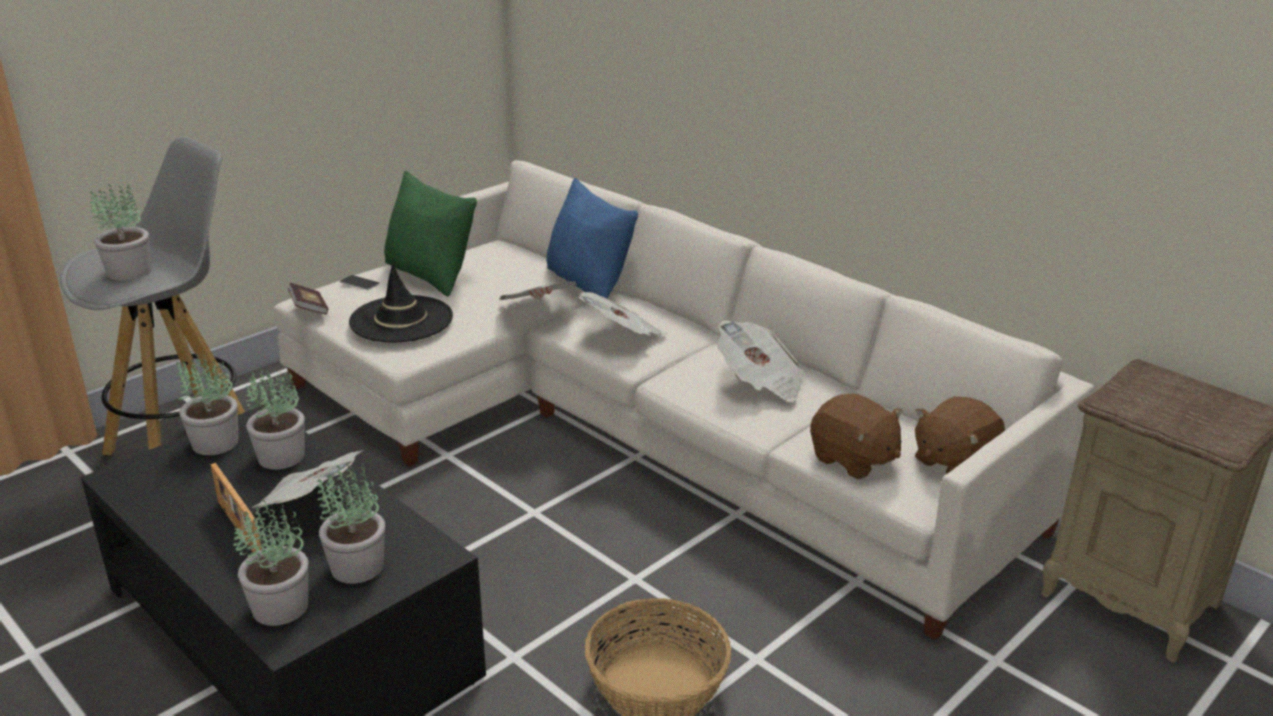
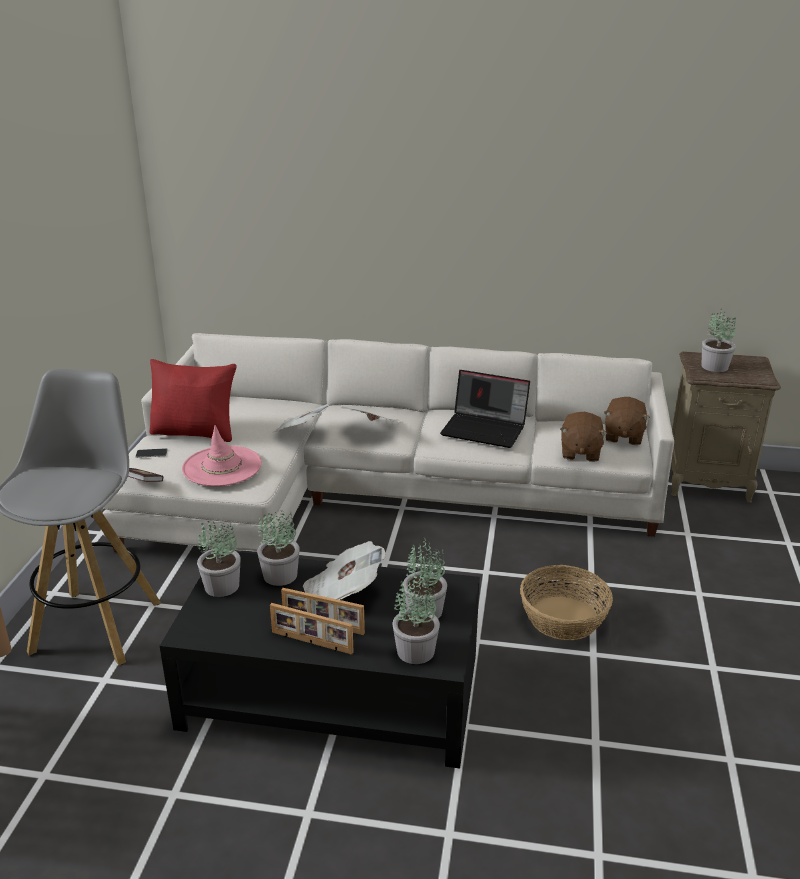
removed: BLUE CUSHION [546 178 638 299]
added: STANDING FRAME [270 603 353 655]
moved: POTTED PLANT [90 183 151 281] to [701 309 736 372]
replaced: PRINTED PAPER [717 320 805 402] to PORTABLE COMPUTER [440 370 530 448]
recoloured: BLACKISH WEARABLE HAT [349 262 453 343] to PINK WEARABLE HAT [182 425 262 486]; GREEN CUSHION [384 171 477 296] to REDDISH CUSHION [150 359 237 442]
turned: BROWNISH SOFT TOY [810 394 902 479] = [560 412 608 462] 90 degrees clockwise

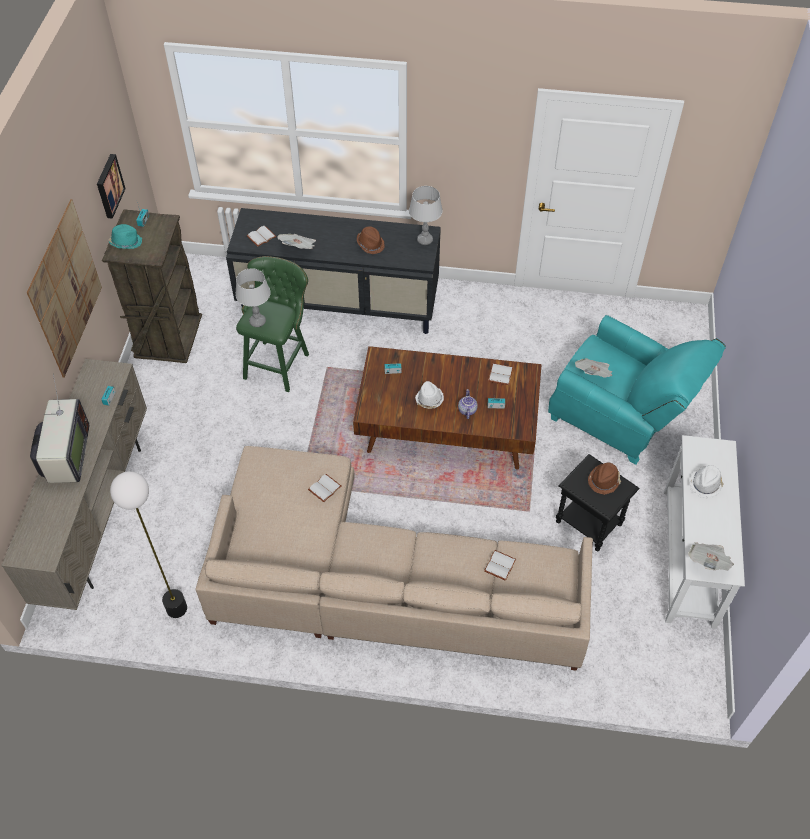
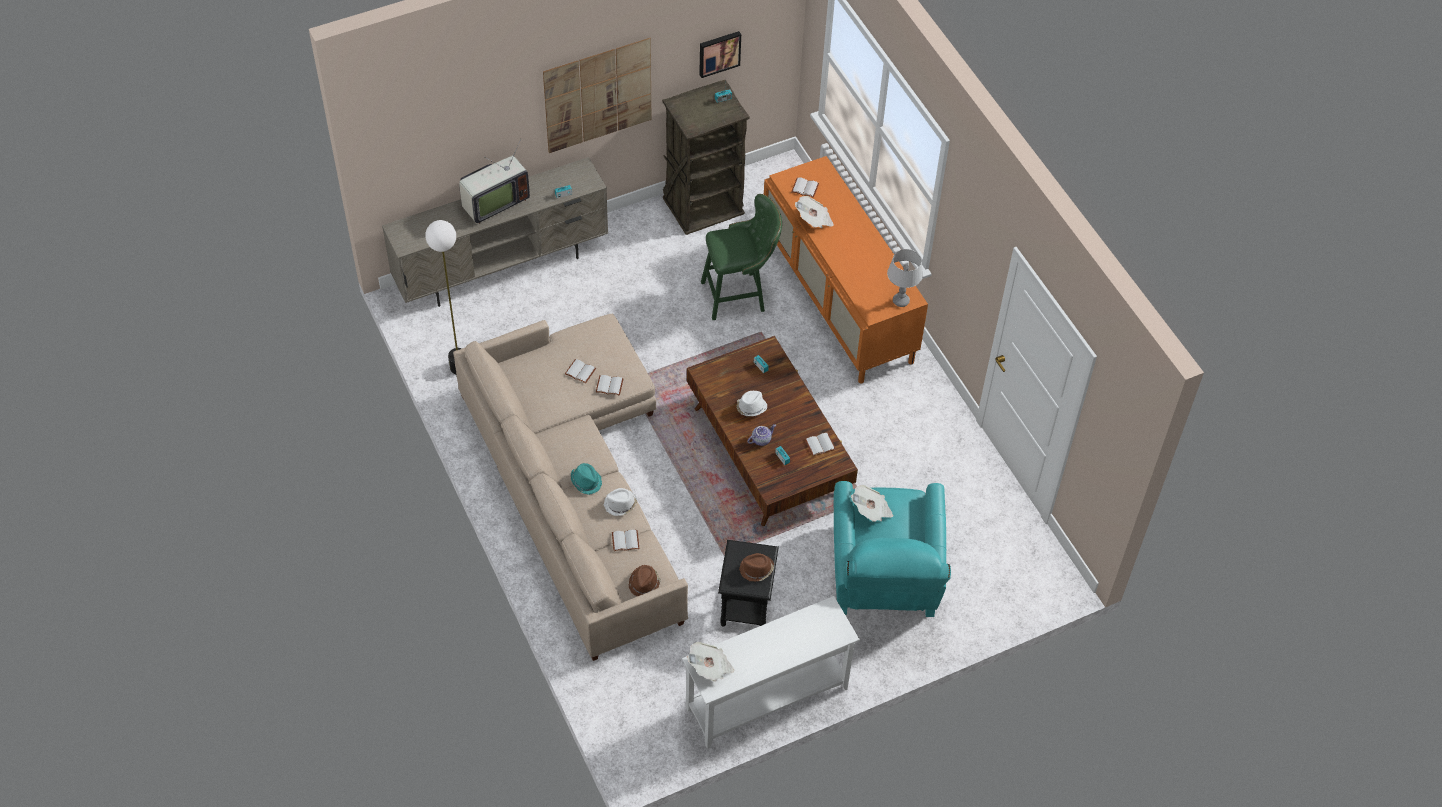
removed: GREY LAMP FOR A TABLE [235 268 271 327]
added: WHITE VOLUME [565 359 596 383]
moved: TURQUOISE-COLOURED WEARABLE HAT [109 224 142 249] to [571 463 602 495]; BROWNISH WEARABLE HAT [357 226 385 254] to [628 565 661 596]; WHITE WEARABLE HAT [689 465 724 499] to [604 488 637 516]
recoloured: BLACKISH CUPBOARD [226 208 441 334] to ORANGEY CUPBOARD [764 156 928 384]

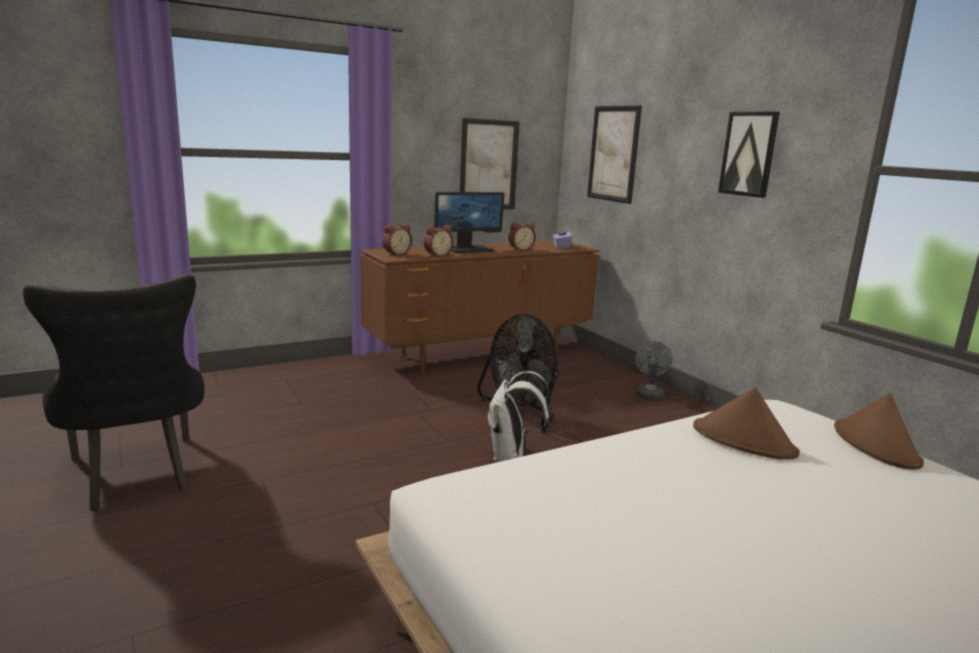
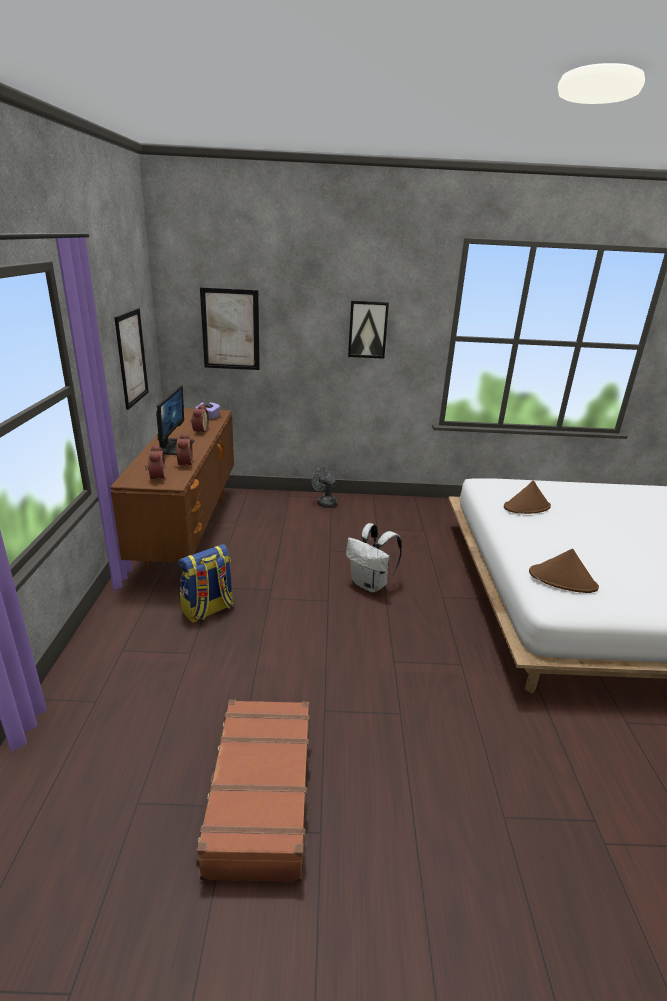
removed: BLACKISH COOLING FAN [477 314 560 433]
added: RUCKSACK [178 544 234 623]
moved: BROWNISH WEARABLE HAT [834 393 924 470] to [529 549 599 593]
replaced: BLACKISH UPRIGHT CHAIR [23 274 205 511] to BROWNISH PIECE OF LUGGAGE [194 700 310 882]

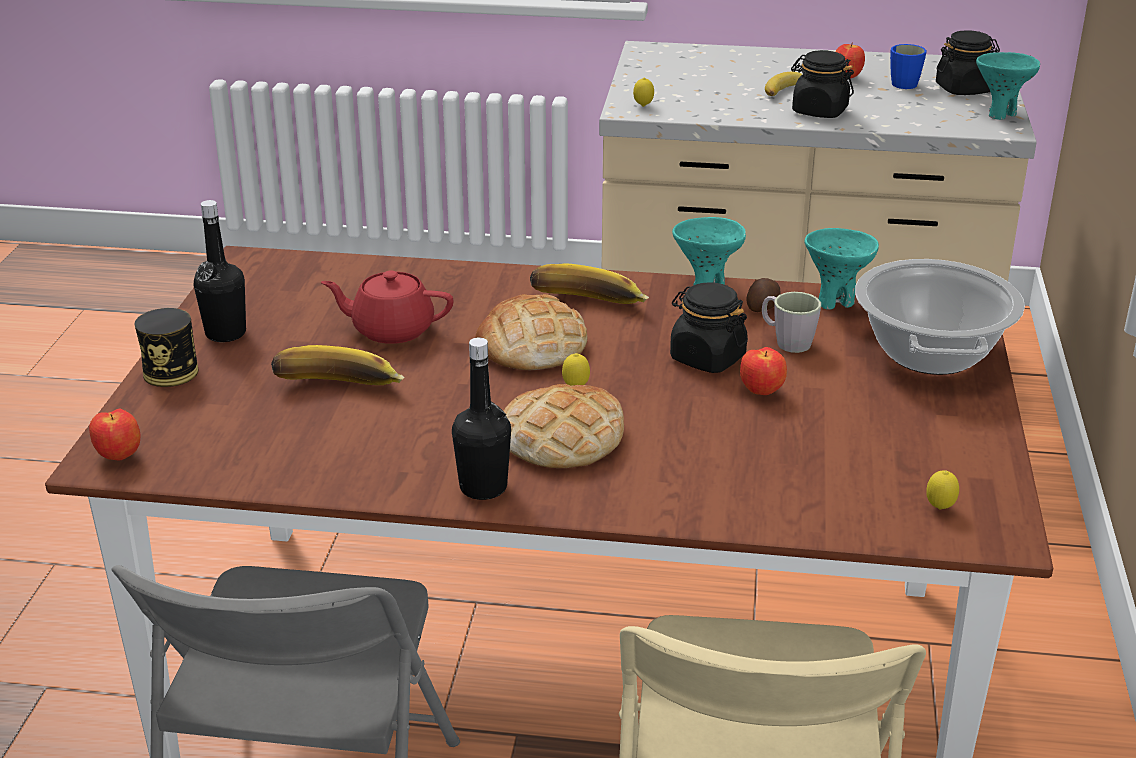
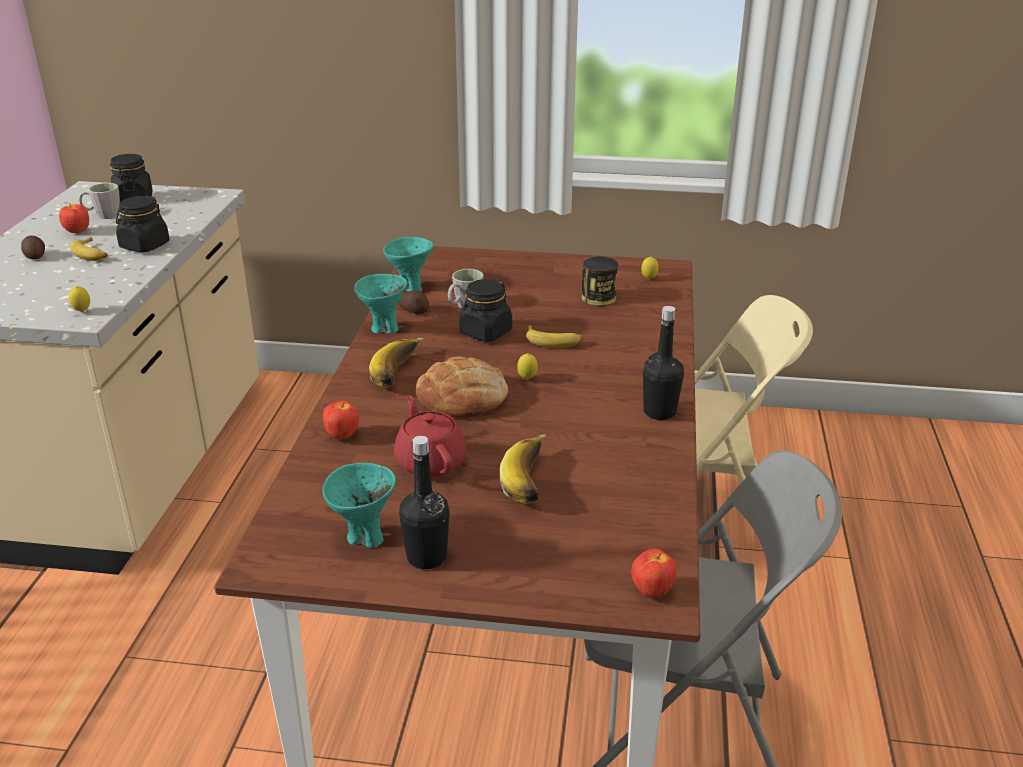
removed: BAKERY BREAD [504 384 624 468]; SAUCEPOT [855 259 1025 375]
added: POTATO [21 236 45 259]; WHOLE BANANA [526 325 583 348]
moved: CAN [134 308 198 387] to [582 256 618 306]; WHOLE APPLE [740 347 787 395] to [323 401 359 439]; TURQUOISE-COLOURED DEEP DISH [976 52 1040 120] to [322 463 396 548]
recoloured: BLUE TEA MUG [890 44 927 89] to GREY TEA MUG [79 183 120 219]
turned: REDDISH TEAPOT [321 271 454 344] = [394 395 467 477] 150 degrees clockwise

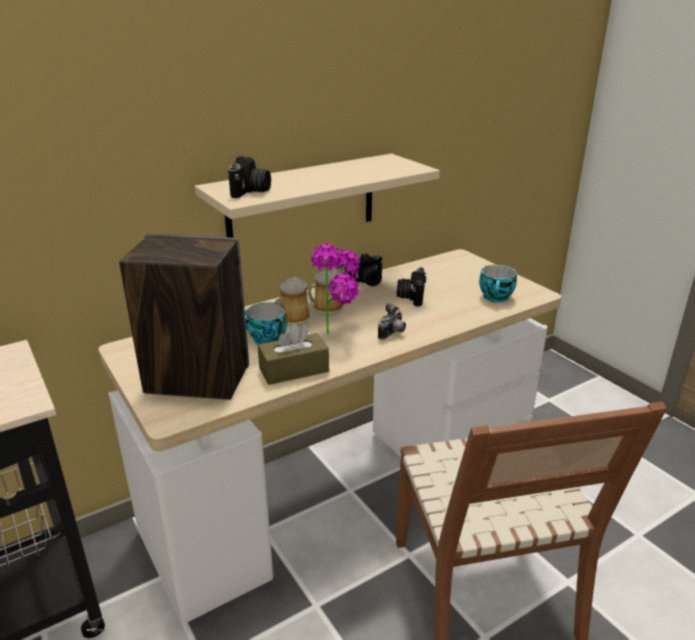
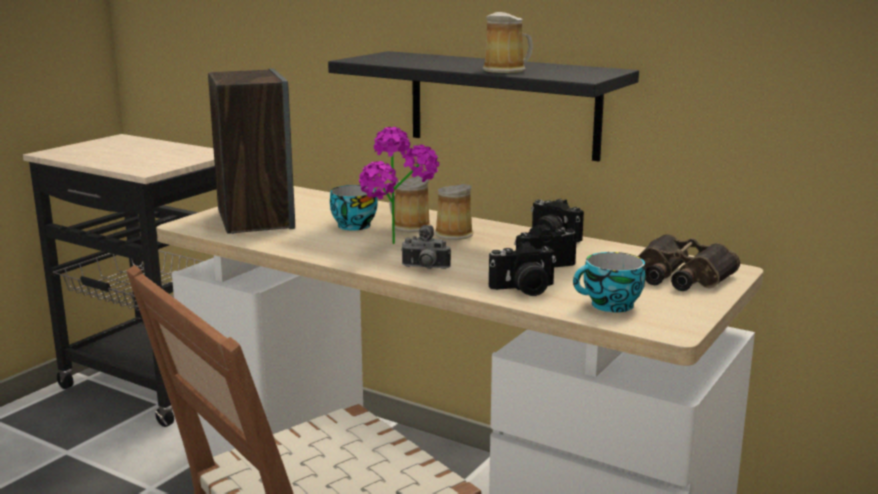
removed: BROWNISH TISSUE BOX [258 323 329 385]
added: TEA MUG [483 12 533 73]; PAIR OF BINOCULARS [638 234 740 291]
moved: STILL CAMERA [228 156 271 198] to [489 242 556 296]
recoloured: BEIGE-COLOURED SHELF [195 154 440 238] to BLACKISH SHELF [328 51 639 161]

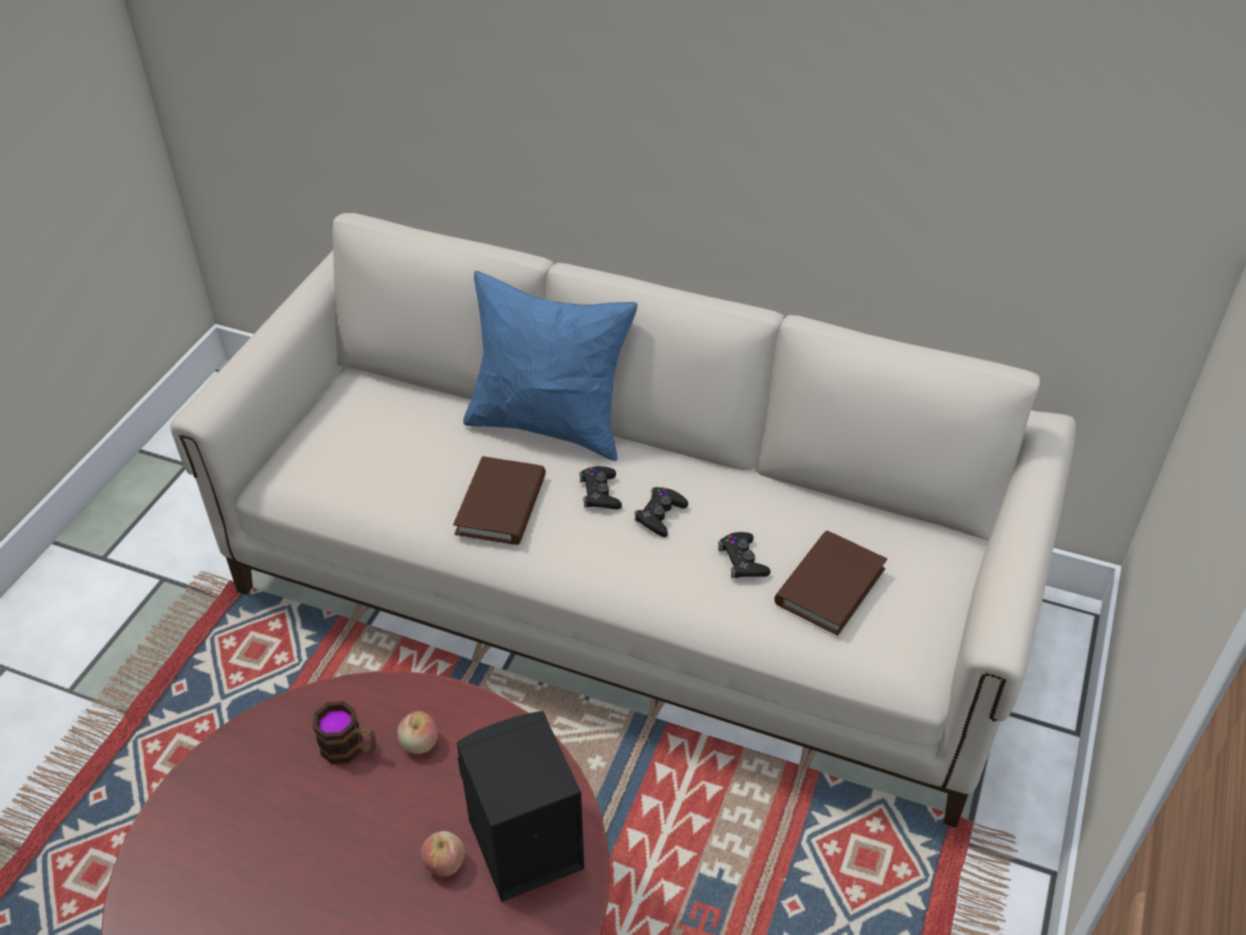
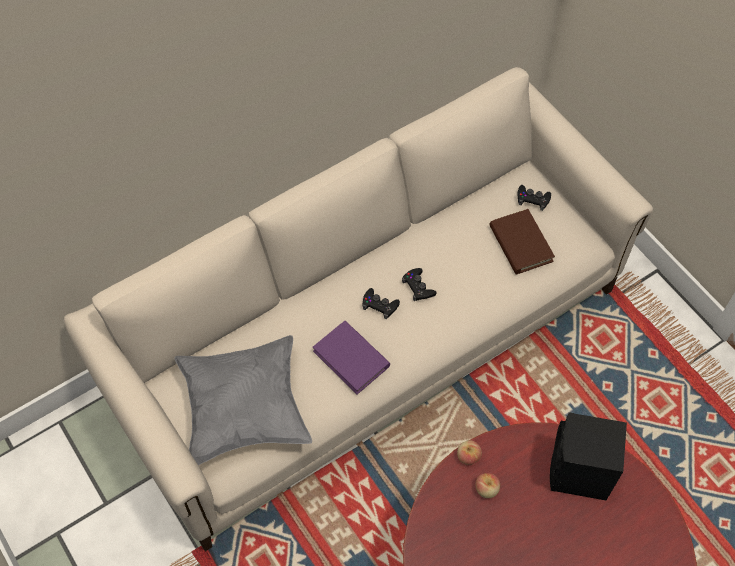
removed: TEA MUG [313 701 377 764]; BLUE CUSHION [463 271 637 461]
added: GREY CUSHION [175 335 312 465]
moved: WHOLE APPLE [421 831 465 876] to [457 440 482 465]; BLACKISH JOYPAD [718 532 770 579] to [517 185 551 211]
recoloured: BROWNISH VOLUME [453 456 546 545] to PURPLISH VOLUME [313 321 390 394]

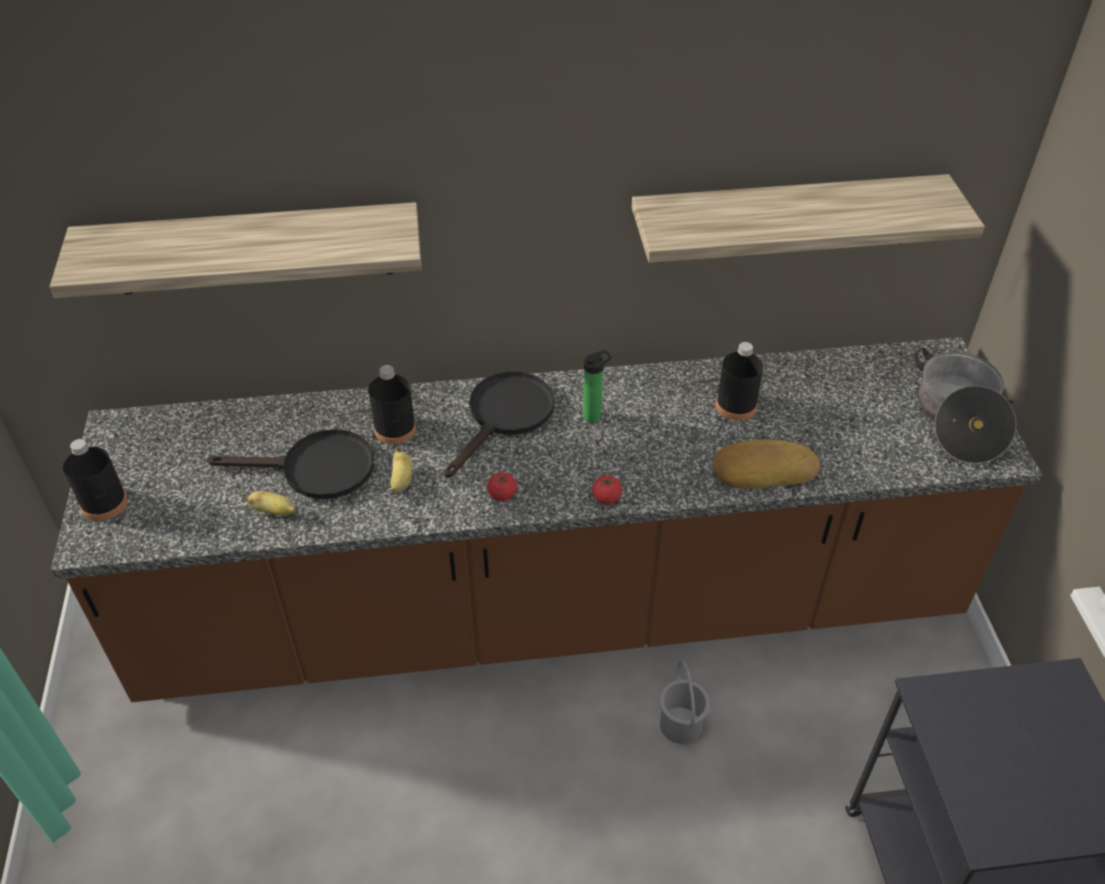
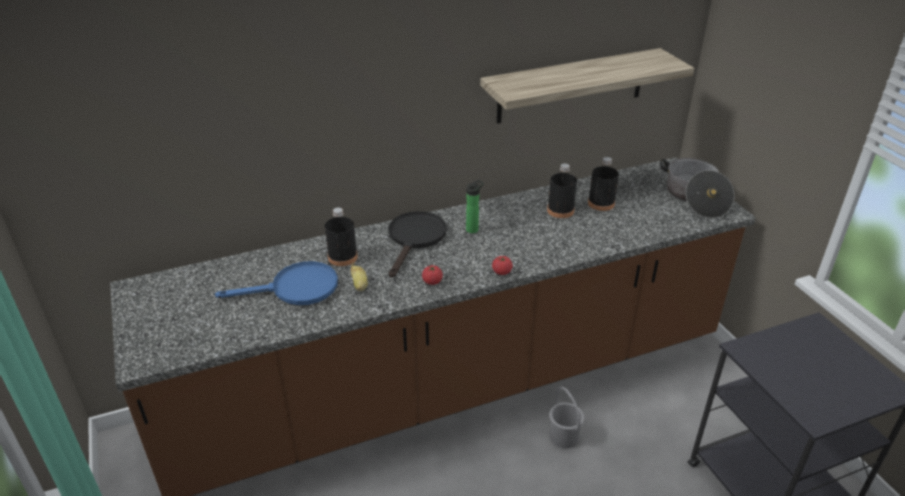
removed: SHELF [50 202 422 298]; WHOLE BANANA [242 491 296 516]; BAKERY BREAD [712 439 820 488]
moved: BLACKISH DRINK BOTTLE [63 439 128 521] to [588 157 619 211]
recoloured: BLACKISH PAN [207 429 374 499] to BLUE PAN [215 261 338 305]

